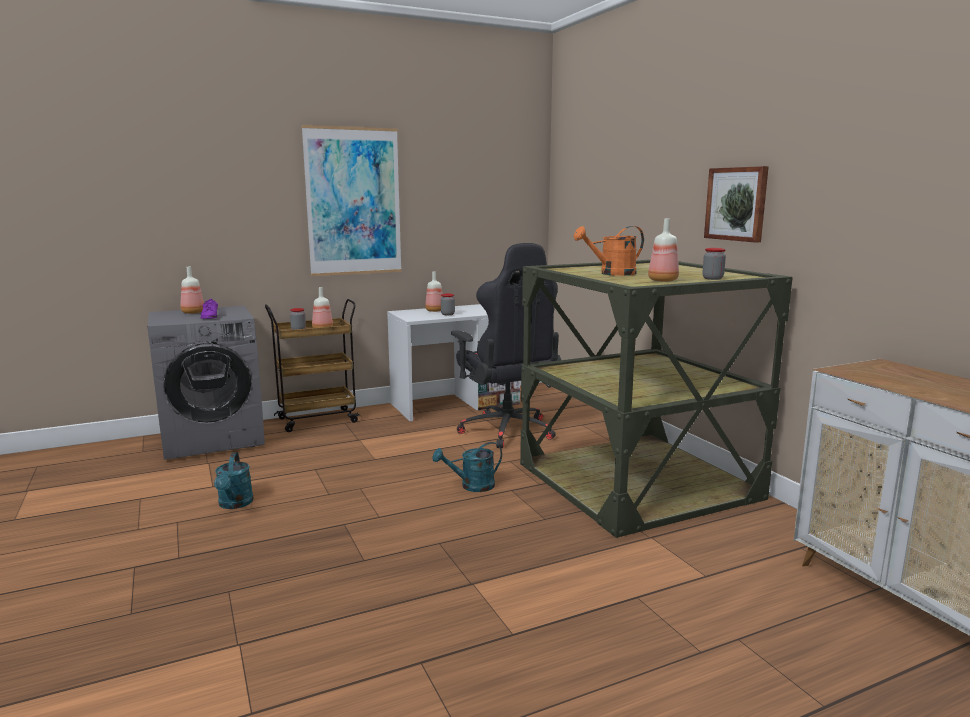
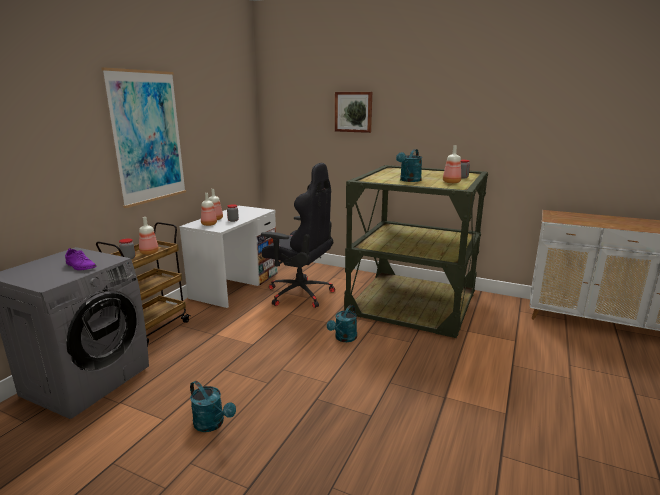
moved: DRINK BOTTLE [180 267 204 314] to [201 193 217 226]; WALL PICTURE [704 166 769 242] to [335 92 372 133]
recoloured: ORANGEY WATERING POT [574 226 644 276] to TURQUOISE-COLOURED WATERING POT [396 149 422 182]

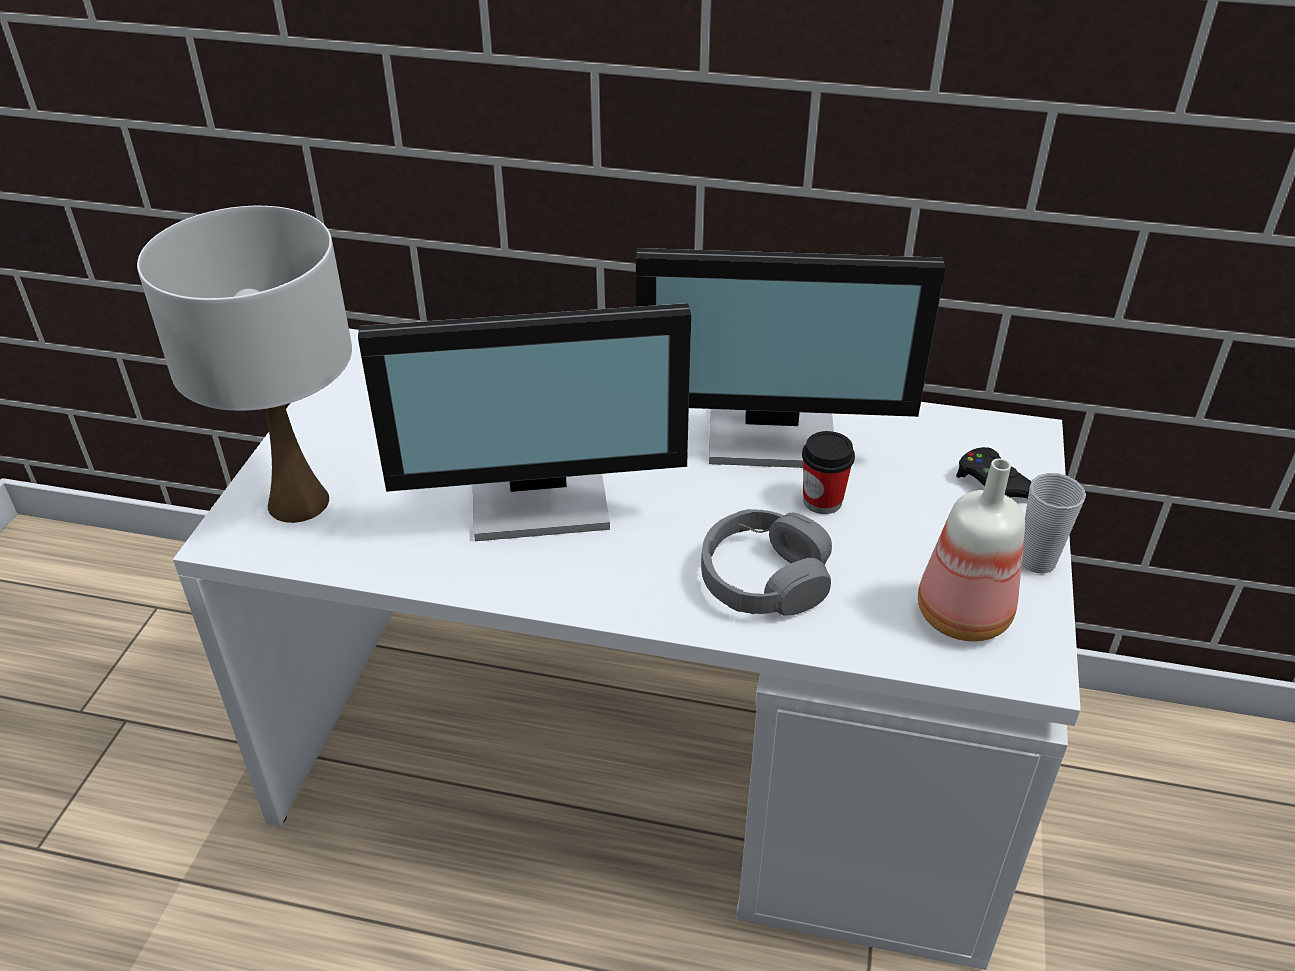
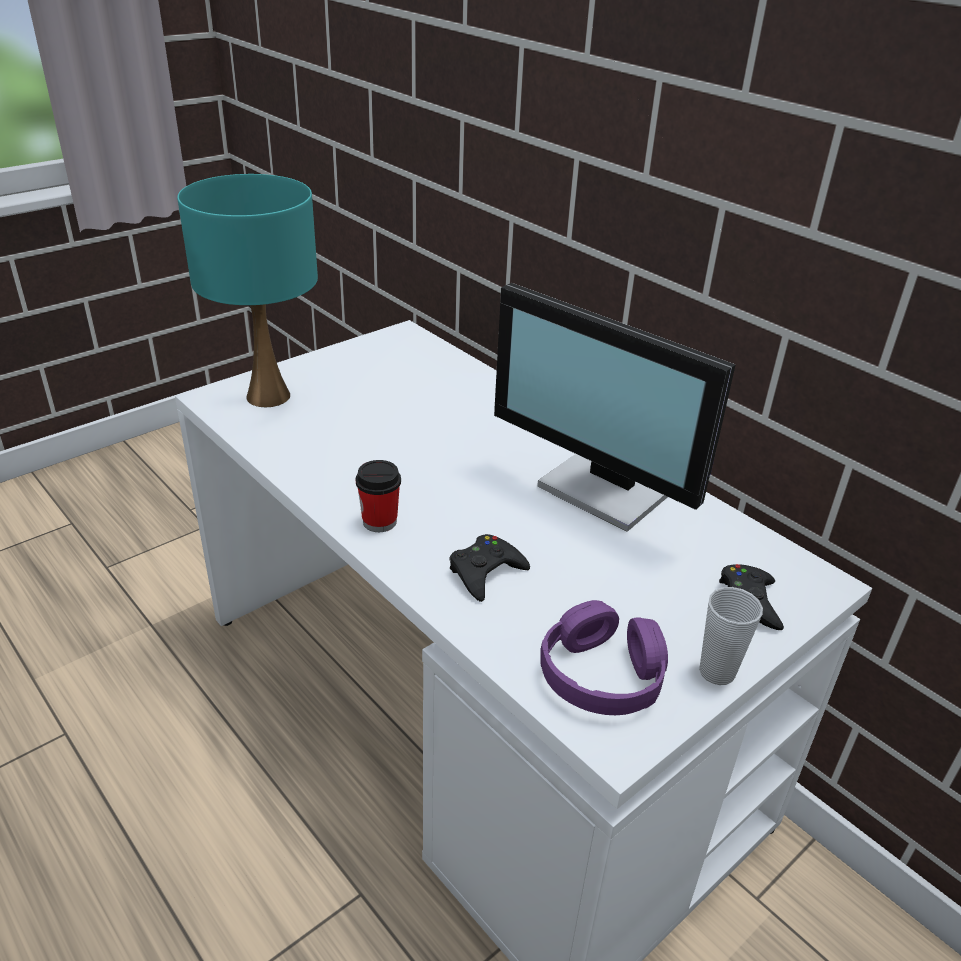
removed: COMPUTER DISPLAY [358 303 691 541]
moved: DRINKING CUP [802 431 855 514] to [356 460 401 532]
replaced: GREY PAIR OF HEADPHONES [701 509 832 616] to BLACKISH JOYPAD [450 534 530 602]; DRINK BOTTLE [918 458 1025 641] to PURPLISH PAIR OF HEADPHONES [540 600 668 715]
recoloured: WHITE LAMP FOR A TABLE [137 206 352 523] to TURQUOISE-COLOURED LAMP FOR A TABLE [177 174 318 407]

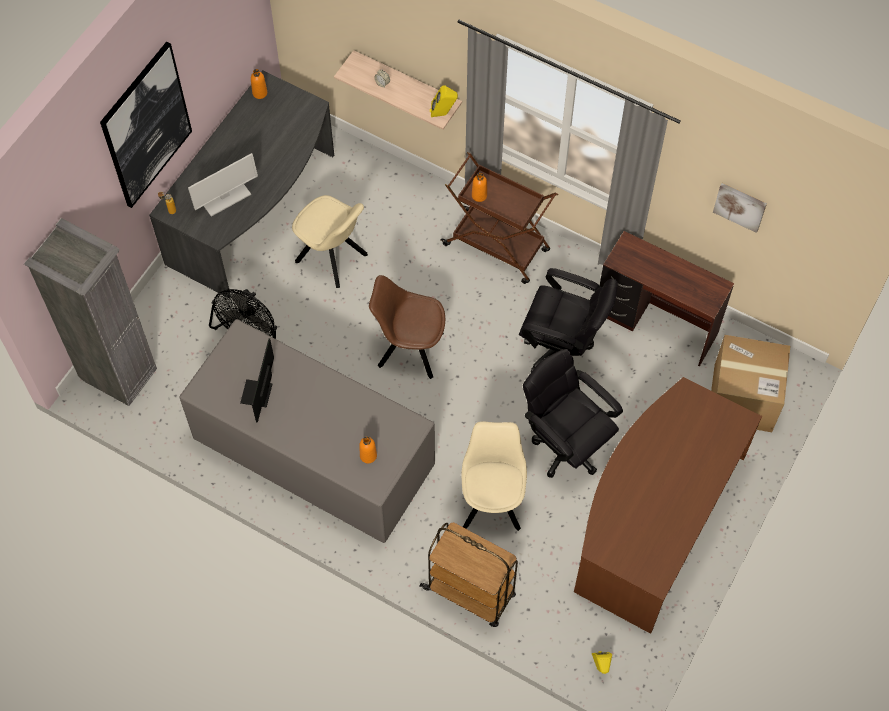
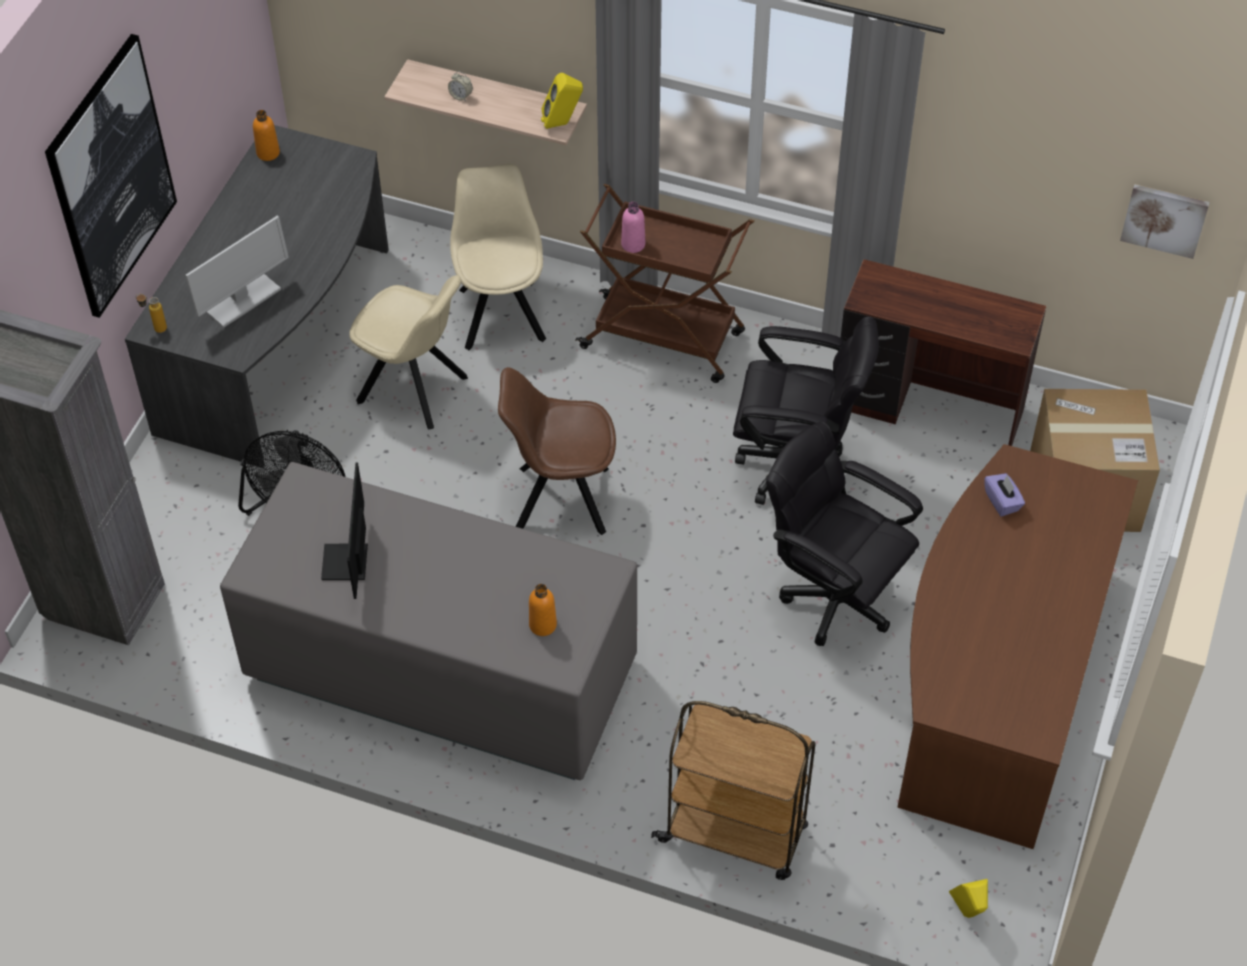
added: PURPLISH TISSUE BOX [984 473 1025 517]
moved: BEIGE-COLOURED UPRIGHT CHAIR [461 421 527 531] to [450 164 546 350]; WALL PICTURE [713 183 767 233] to [1120 184 1210 259]
recoloured: ORANGEY DRINK BOTTLE [472 173 487 202] to PINK DRINK BOTTLE [621 202 645 253]

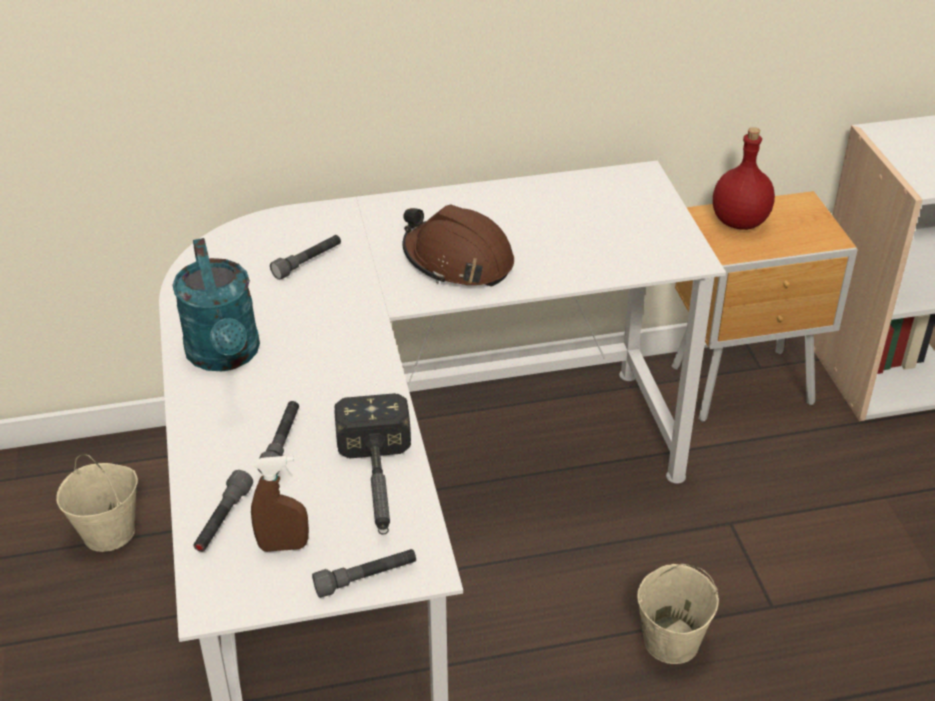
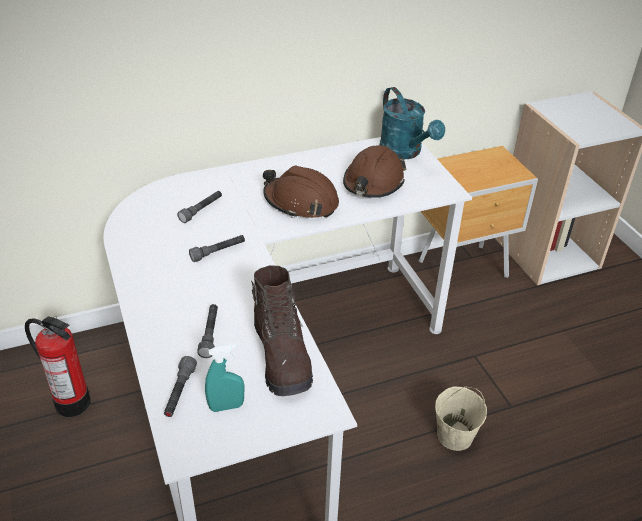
removed: REDDISH DRINK BOTTLE [713 127 775 230]
added: BROWNISH HARD HAT [343 145 406 198]
moved: TURQUOISE-COLOURED WATERING POT [172 238 260 371] to [380 87 445 159]; GREY HAND TORCH [312 549 416 598] to [189 235 245 262]
replaced: BEIGE-COLOURED WATER BUCKET [56 454 138 552] to FIRE-FIGHTING CYLINDER [25 316 91 417]; HAND HAMMER [334 393 411 534] to BROWNISH TALL BOOT [251 265 313 396]
recoloured: BROWNISH SPRAYER [251 456 309 552] to TURQUOISE-COLOURED SPRAYER [205 344 244 412]

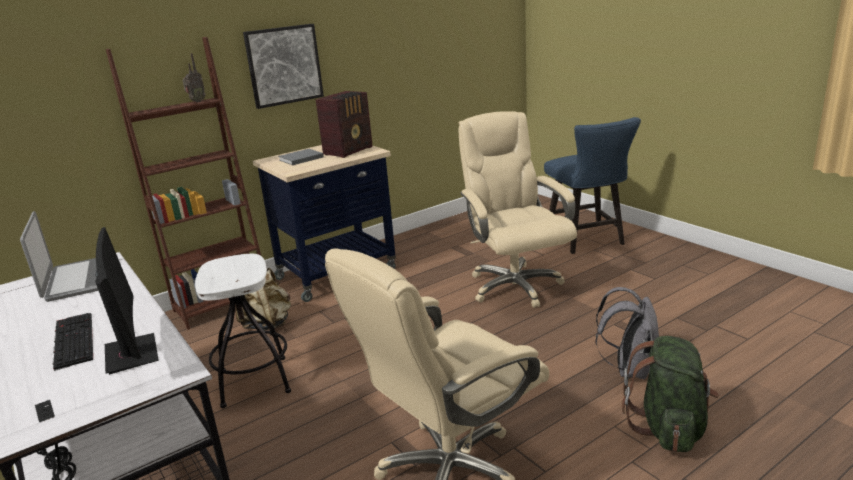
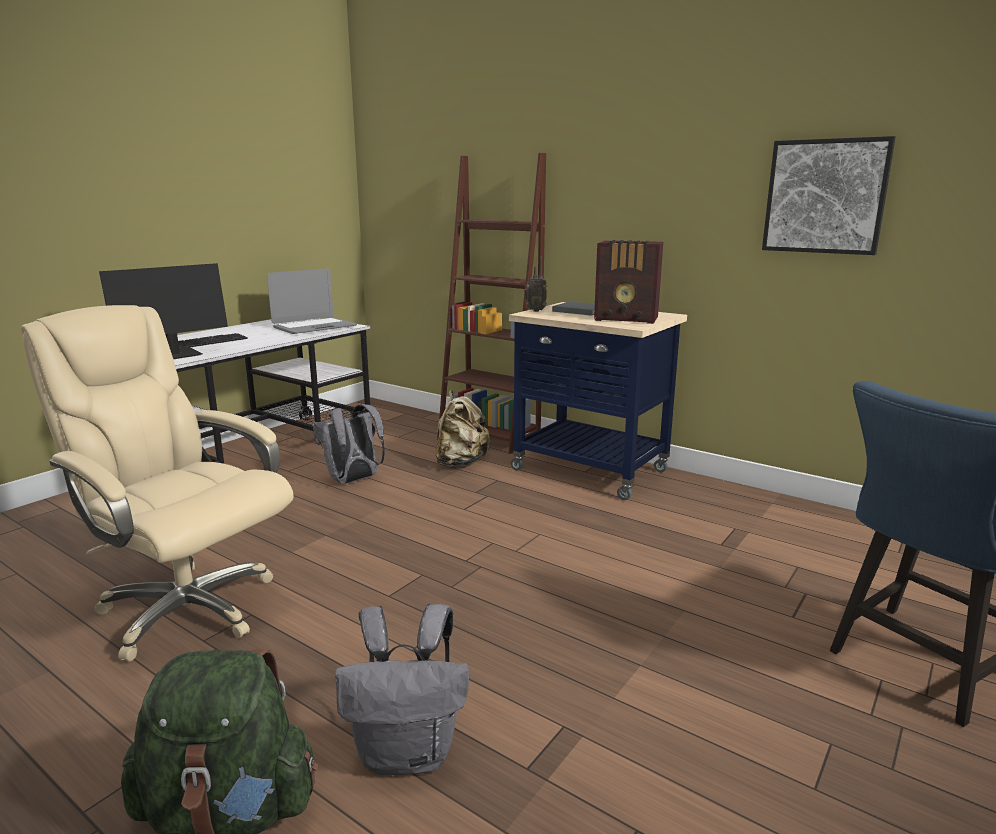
removed: BEIGE-COLOURED COMPUTER CHAIR [459 111 577 308]
moved: RADIO [183 53 206 102] to [524 256 547 312]; WALL PICTURE [243 24 324 109] to [762 136 896 255]
replaced: WHITE STOOL [195 254 291 408] to GREY RUCKSACK [313 404 385 484]

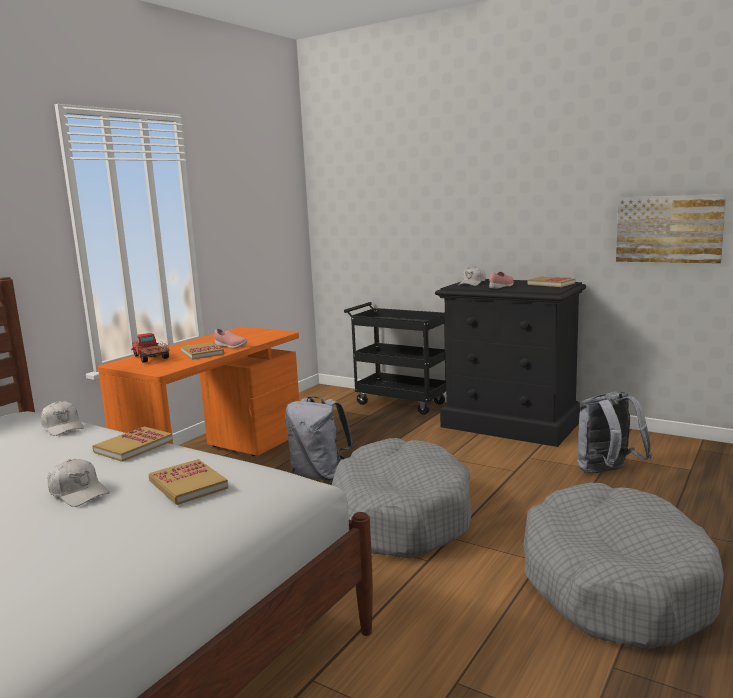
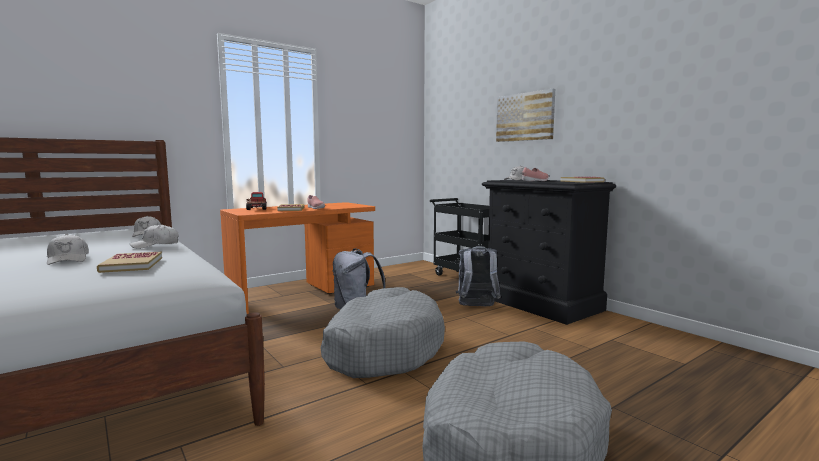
moved: GREY RUCKSACK [577 391 652 474] to [456 246 501 306]; WALL PICTURE [616 194 726 264] to [496 89 555 142]
replaced: VOLUME [92 426 173 462] to WHITE PEAKED CAP [130 224 179 249]

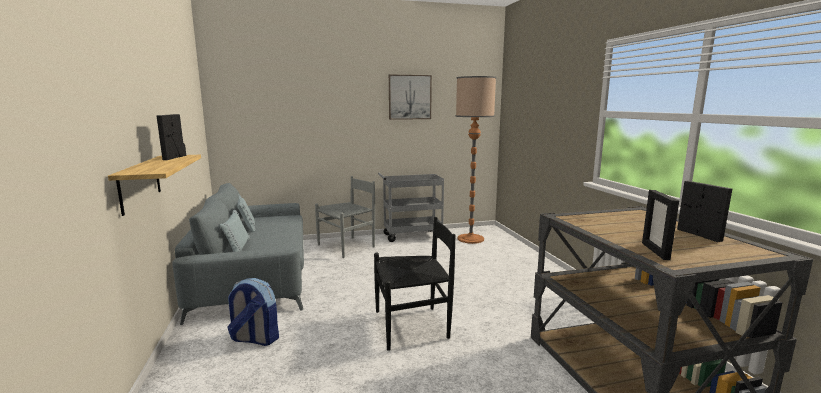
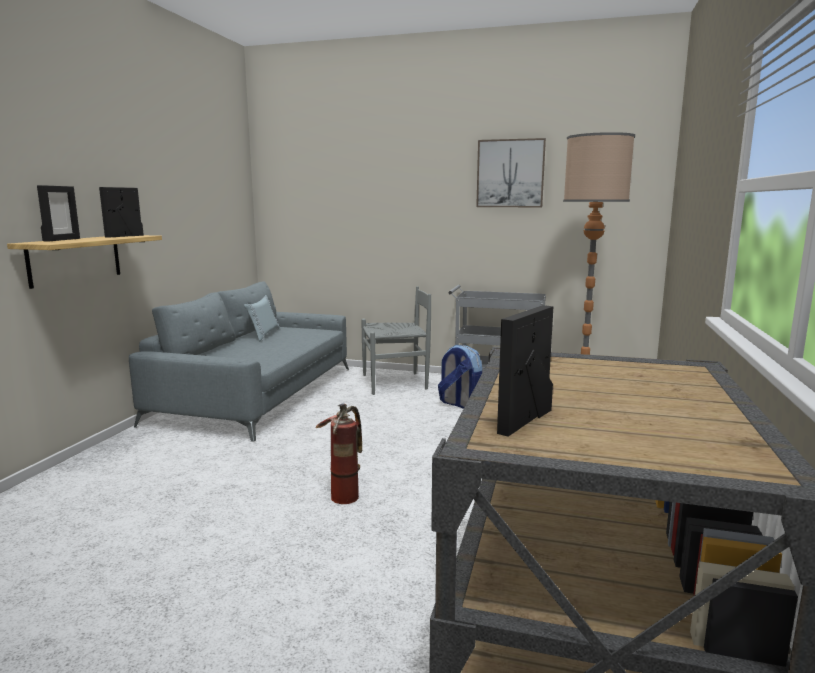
removed: BLUE CUSHION [220 210 250 252]
moved: RUCKSACK [227 278 279 346] to [438 345 482 409]; STANDING FRAME [677 181 732 242] to [37 185 80 241]
replaced: BLACKISH UPRIGHT CHAIR [374 217 455 351] to FIRE-FIGHTING CYLINDER [316 403 362 504]

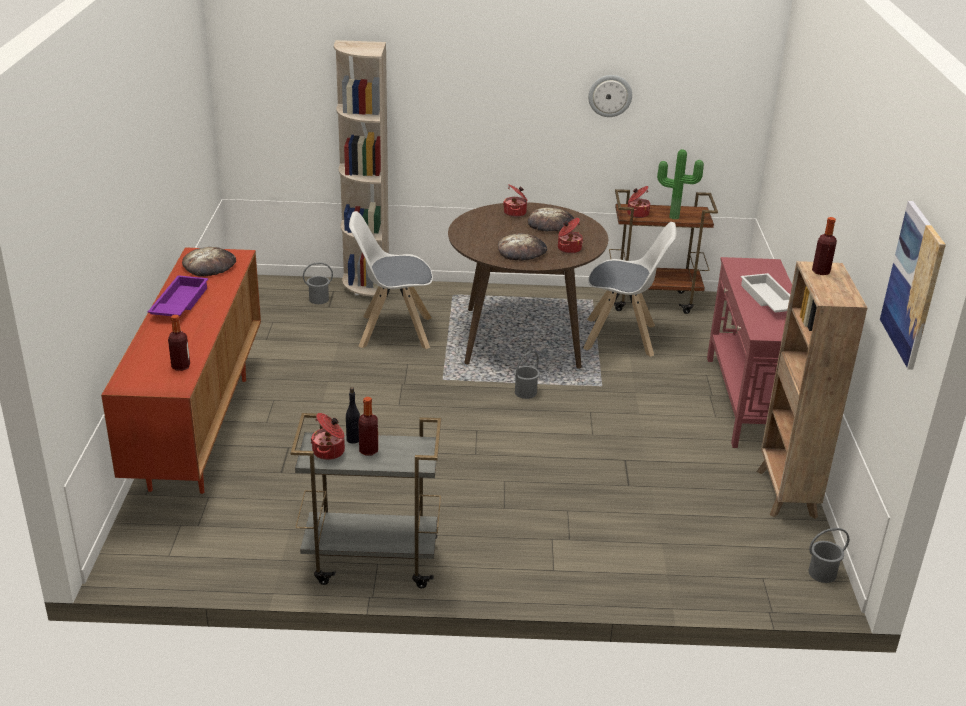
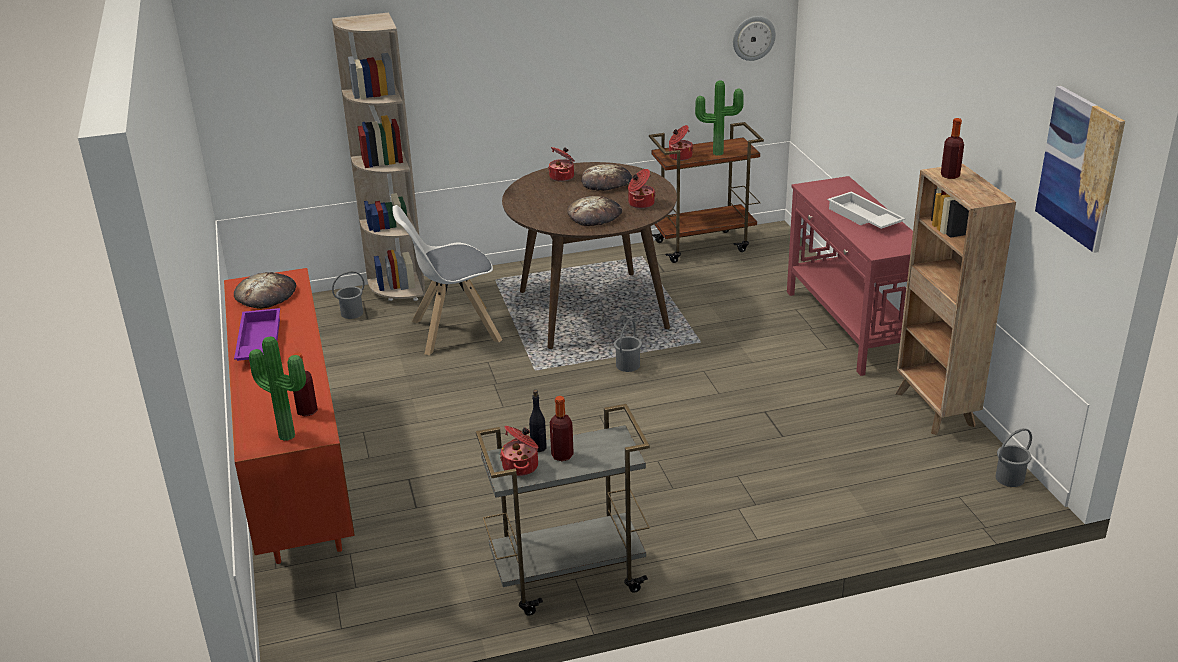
removed: UPRIGHT CHAIR [583 222 677 357]
added: POTTED PLANT [249 336 306 441]
moved: CLOCK ON THE WALL [588 75 632 117] to [733 16 776 61]

